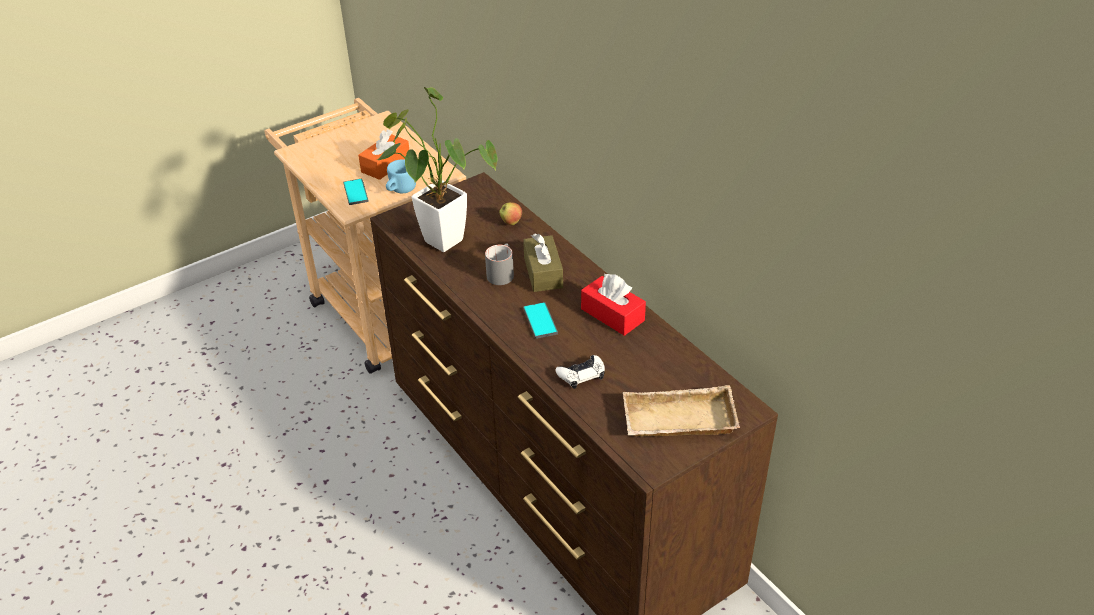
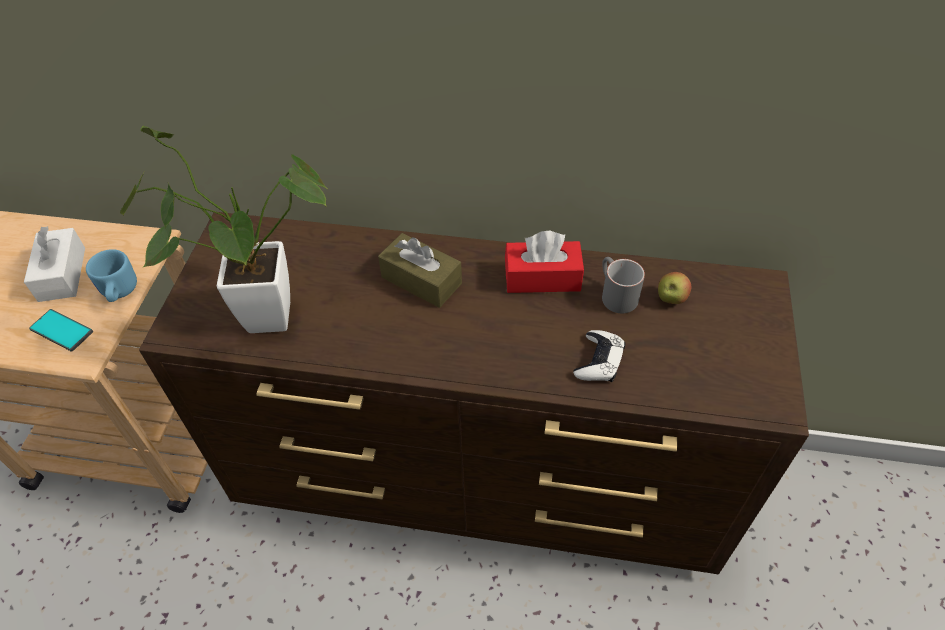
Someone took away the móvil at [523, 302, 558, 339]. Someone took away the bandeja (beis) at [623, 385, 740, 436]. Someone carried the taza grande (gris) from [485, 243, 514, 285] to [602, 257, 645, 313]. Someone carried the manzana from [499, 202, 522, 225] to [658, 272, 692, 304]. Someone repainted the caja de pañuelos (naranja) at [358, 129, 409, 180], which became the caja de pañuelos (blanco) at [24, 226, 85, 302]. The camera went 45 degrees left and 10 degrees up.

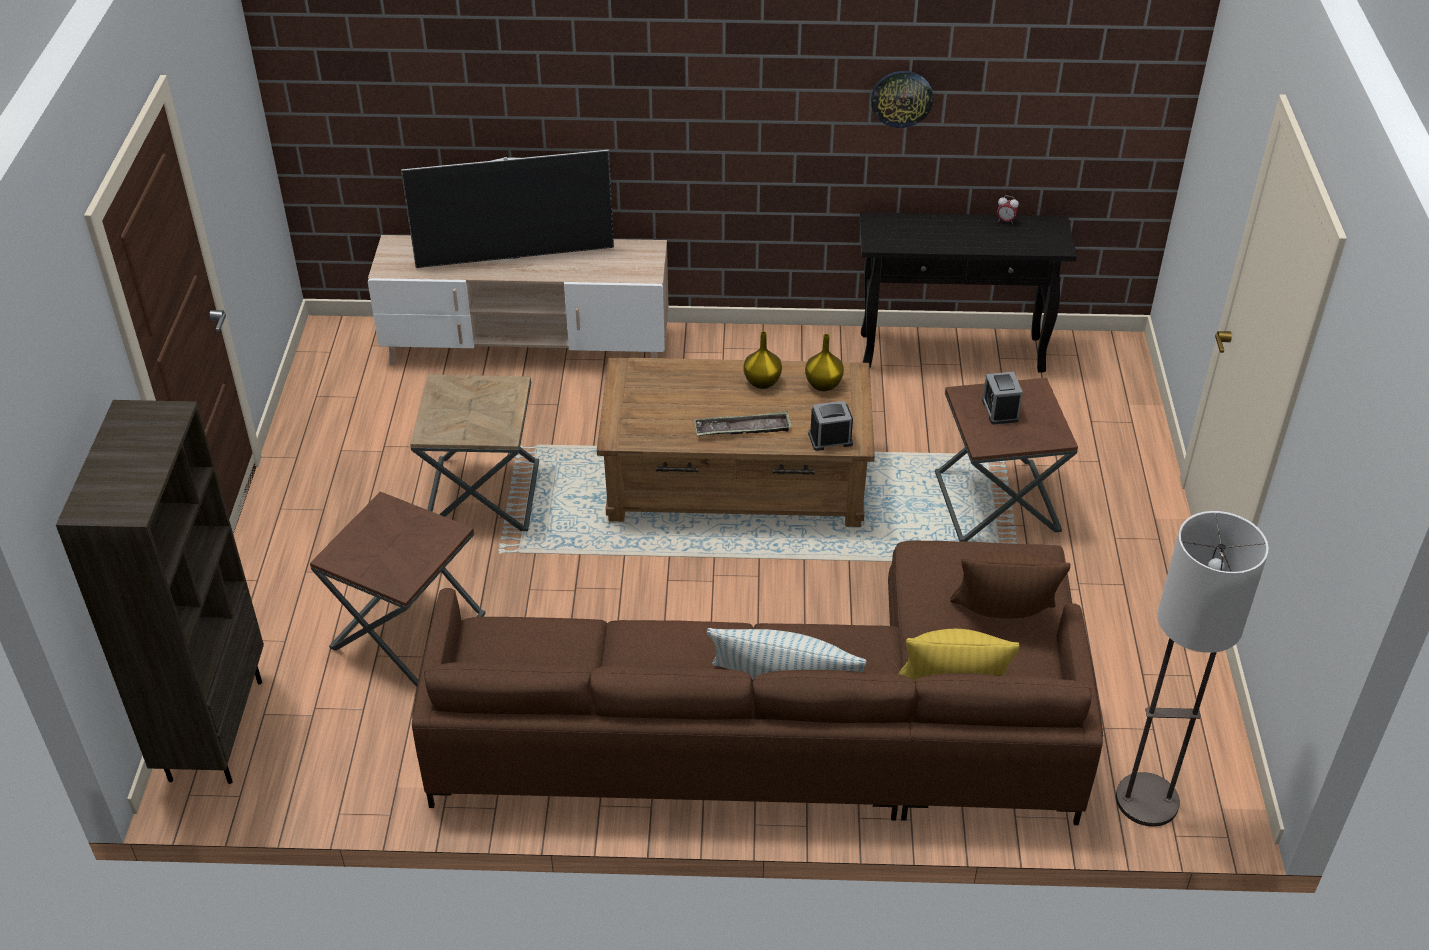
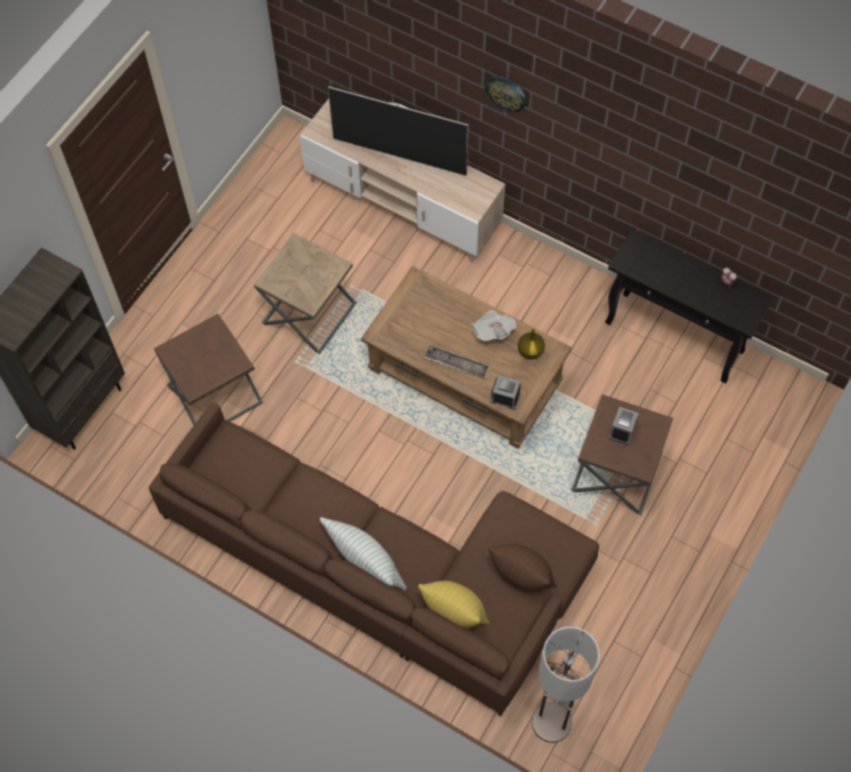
Someone carried the reloj de pared from [871, 71, 933, 128] to [485, 76, 526, 112]. Someone swapped the florero (amarillo) at [743, 331, 782, 389] for the periódico at [471, 310, 517, 341]. The camera went 30 degrees right and 20 degrees up.

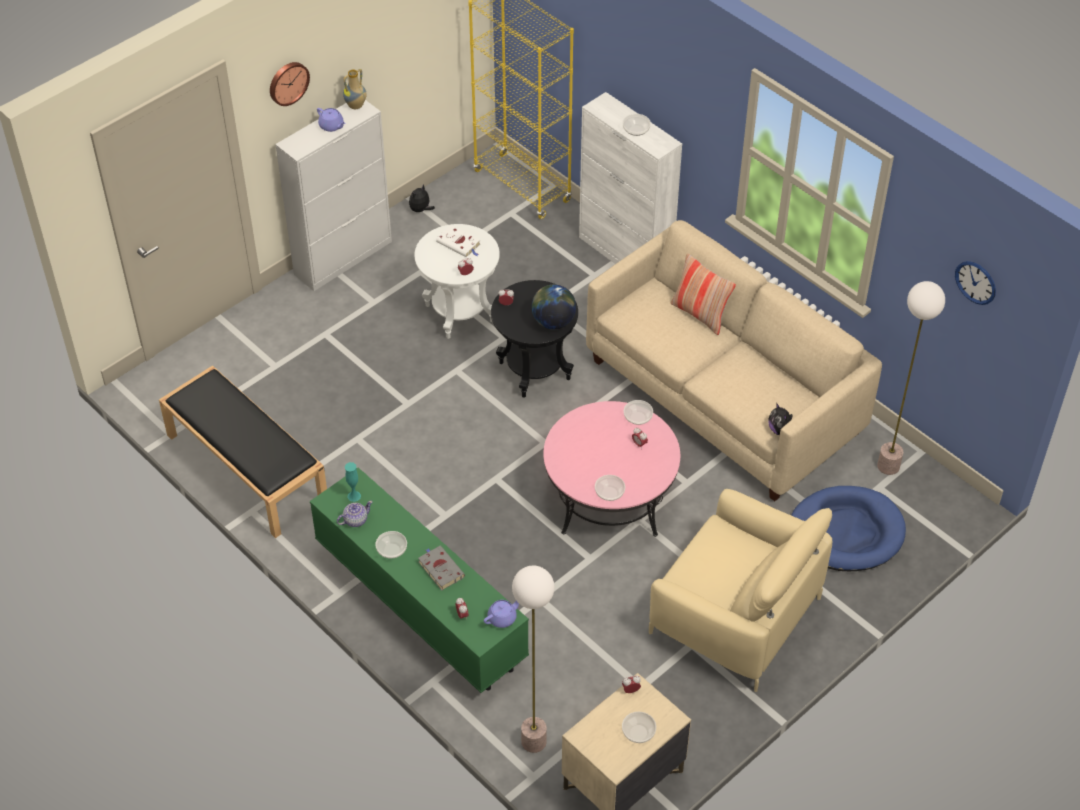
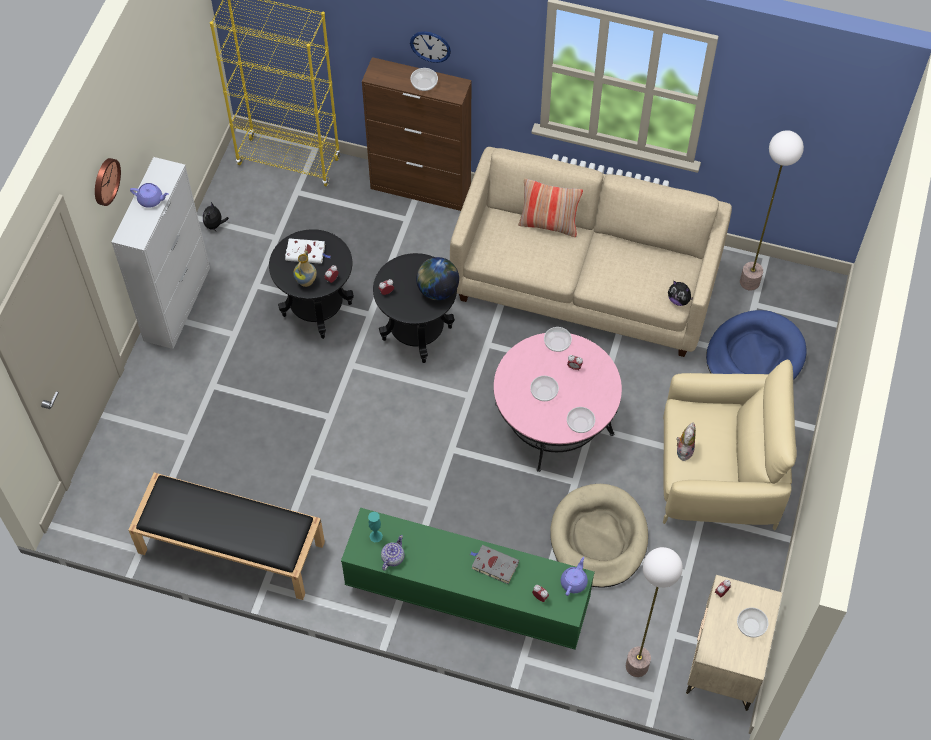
Someone put down the cama para perro (beis) at [550, 484, 648, 588]. Someone put down the peluche at [676, 422, 696, 461]. Someone carried the florero from [343, 69, 367, 109] to [293, 251, 317, 287]. Someone carried the cuenco from [375, 531, 407, 558] to [530, 376, 559, 401]. Someone carried the reloj de pared from [955, 261, 996, 305] to [410, 31, 451, 63]. Someone repainted the mesa auxiliar (blanco) at [414, 224, 500, 339], which became the mesa auxiliar (negro) at [269, 229, 354, 339]. Someone repainted the armario (blanco) at [579, 92, 682, 264], which became the armario (marrón) at [362, 57, 472, 211]. The camera went 30 degrees left and 10 degrees up.

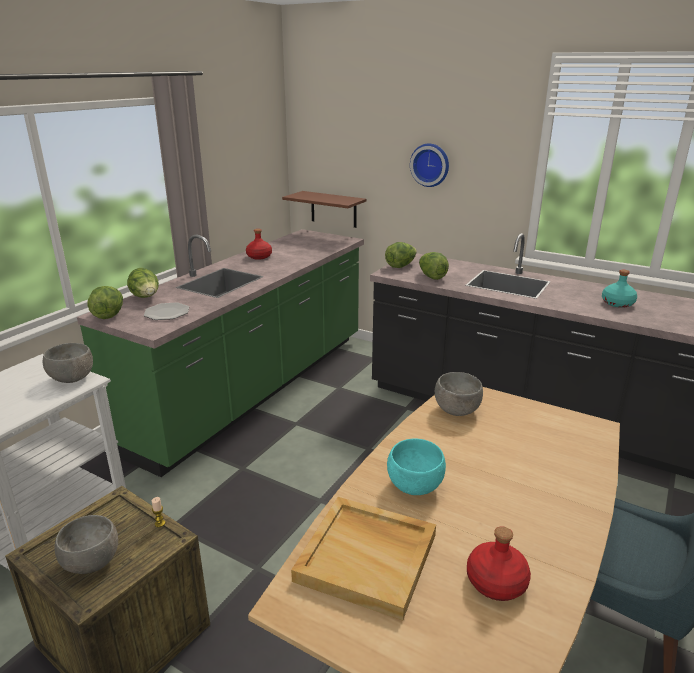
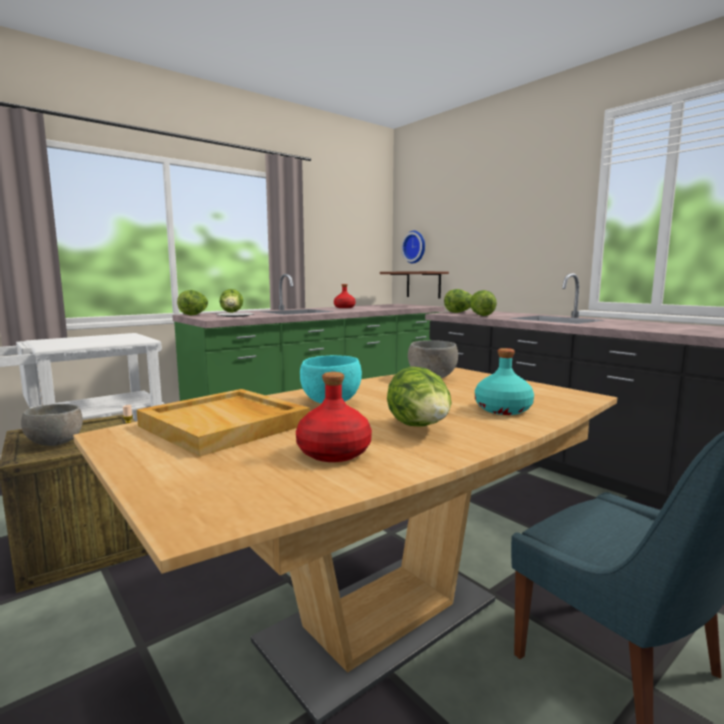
Someone took away the cuenco (gris) at [43, 343, 93, 383]. Someone put down the lechuga at [387, 367, 451, 427]. Someone carried the reloj de pared from [410, 143, 449, 187] to [401, 231, 425, 263]. Someone carried the botella (turquesa) from [602, 269, 637, 308] to [475, 348, 534, 415]. The camera went 20 degrees right and 15 degrees down.

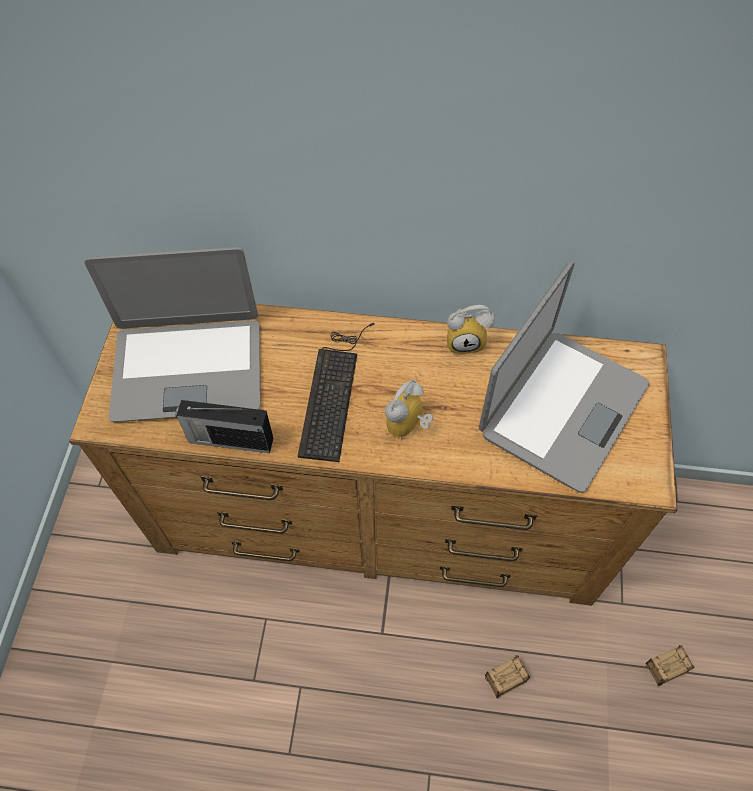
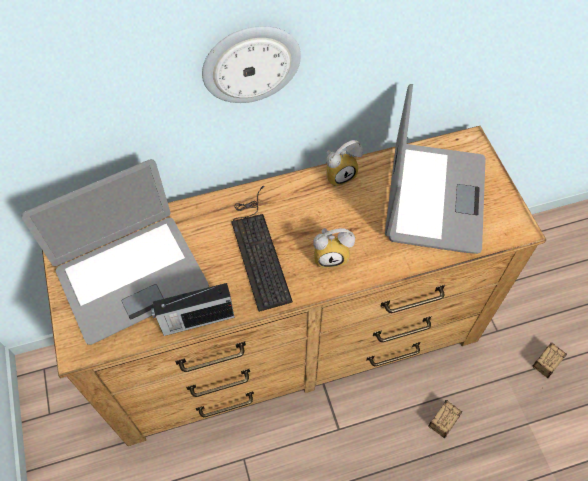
Someone put up the reloj de pared at [202, 26, 301, 103]. Someone rotated the despertador at [385, 380, 434, 441] by 105 degrees counterclockwise. The camera went 25 degrees left and 0 degrees up.

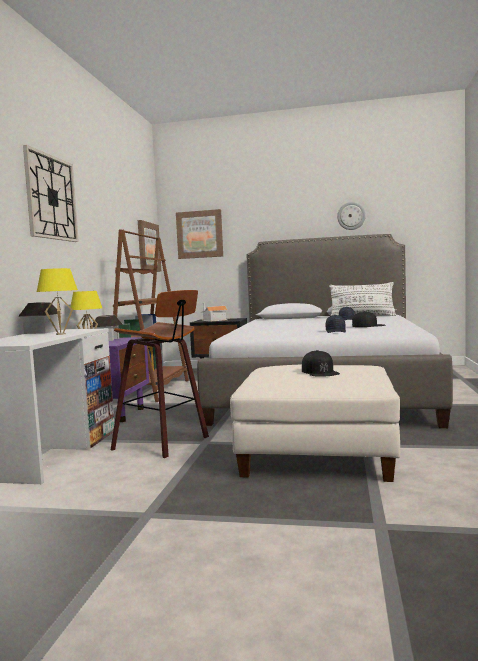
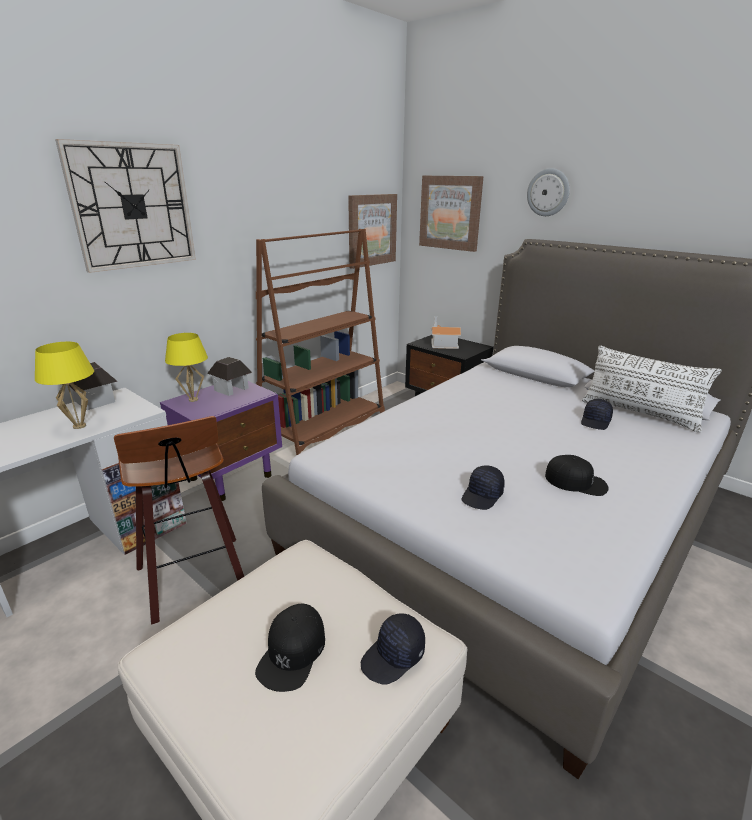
Someone put down the gorra (negro) at [361, 613, 425, 685]. Someone carried the reloj de pared from [337, 202, 366, 230] to [527, 168, 570, 216]. The camera went 30 degrees right and 20 degrees up.

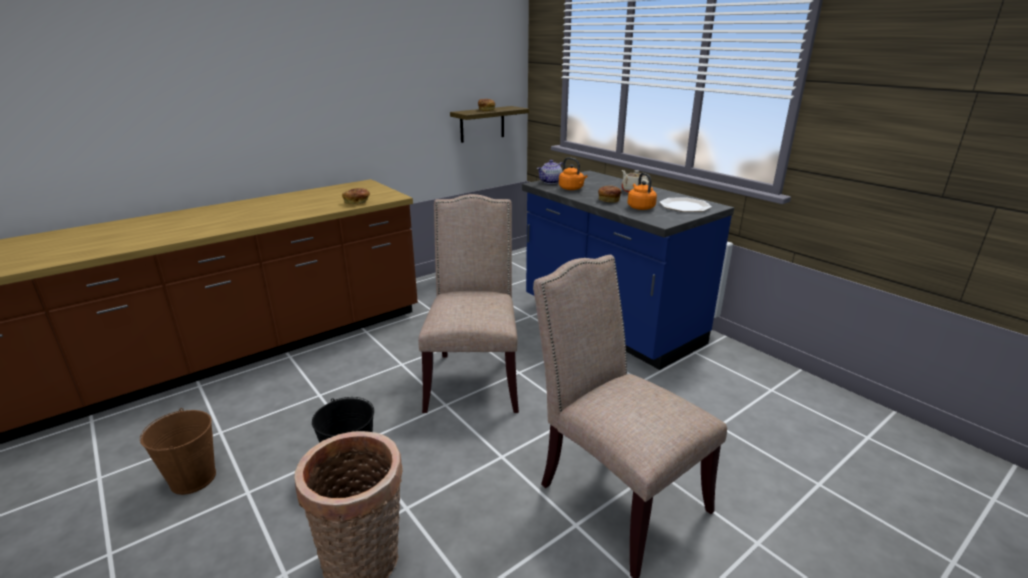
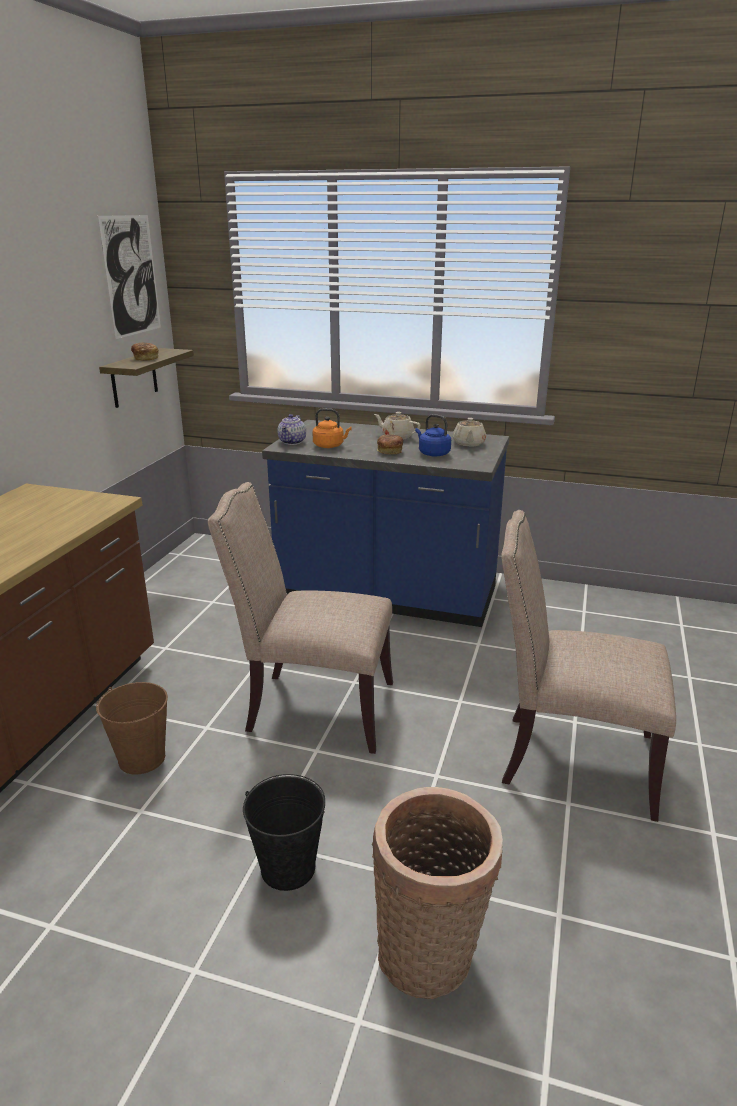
Someone took away the pan at [342, 188, 370, 205]. Someone put up the cuadro at [98, 215, 161, 339]. Someone carried the cubo (marrón) from [140, 408, 216, 495] to [96, 682, 168, 775]. Someone swapped the plato at [659, 197, 712, 212] for the tetera (beis) at [453, 418, 486, 447]. Someone repainted the hervidor (naranja) at [628, 173, 657, 210], which became the hervidor (azul) at [415, 414, 451, 457]. Someone rotated the silla (beis) at [418, 194, 519, 413] by 45 degrees counterclockwise. The camera went 35 degrees left and 0 degrees up.

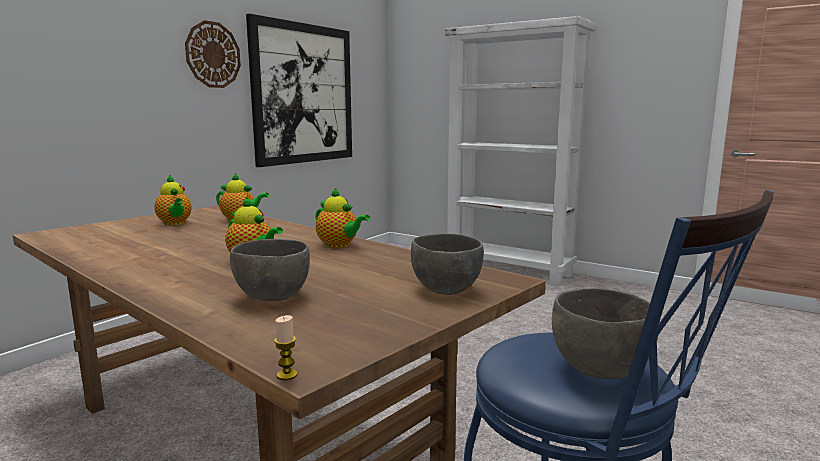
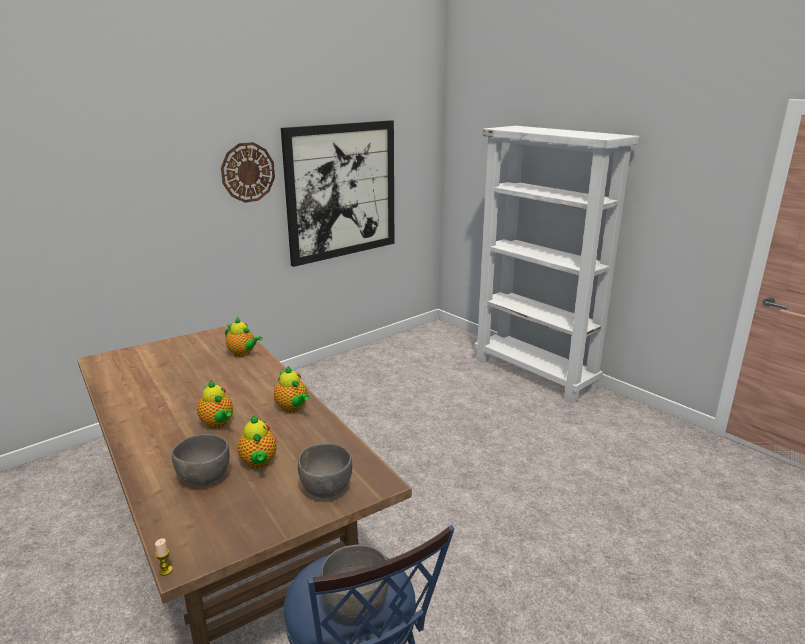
Someone carried the tetera from [154, 175, 192, 225] to [237, 415, 277, 469]. The camera went 15 degrees right and 10 degrees up.

